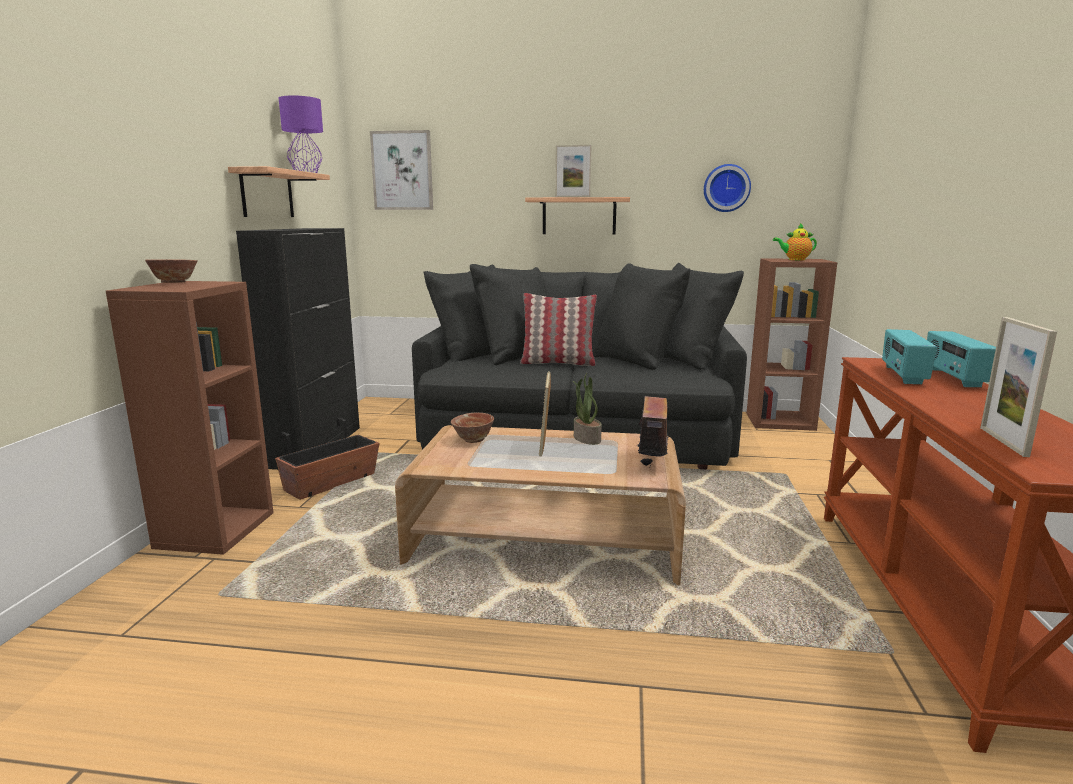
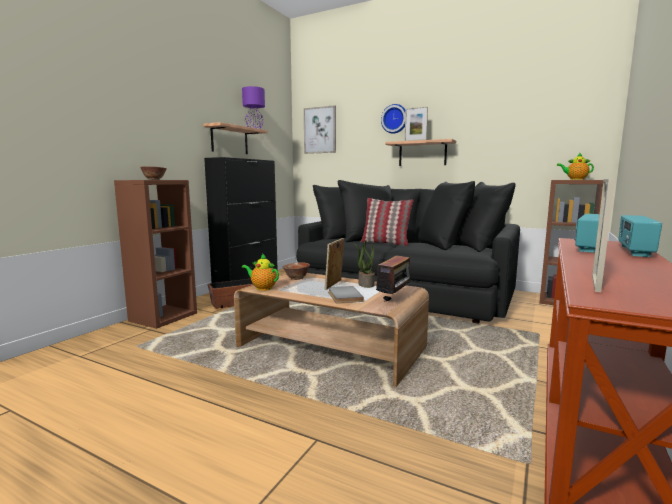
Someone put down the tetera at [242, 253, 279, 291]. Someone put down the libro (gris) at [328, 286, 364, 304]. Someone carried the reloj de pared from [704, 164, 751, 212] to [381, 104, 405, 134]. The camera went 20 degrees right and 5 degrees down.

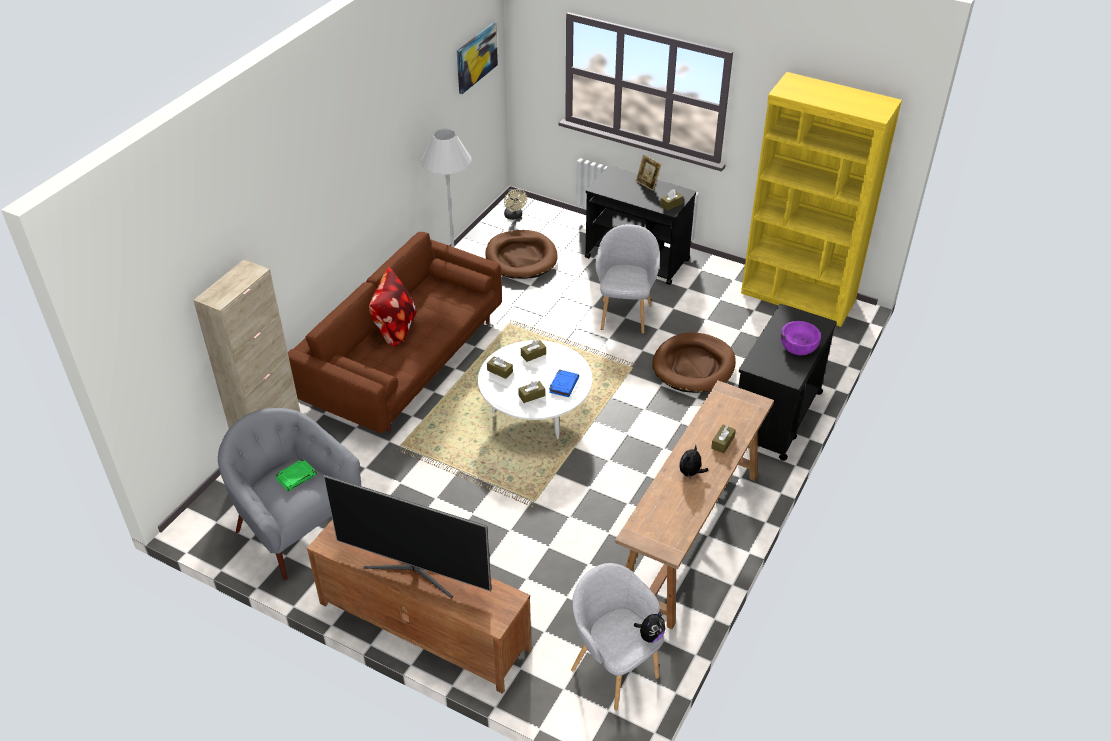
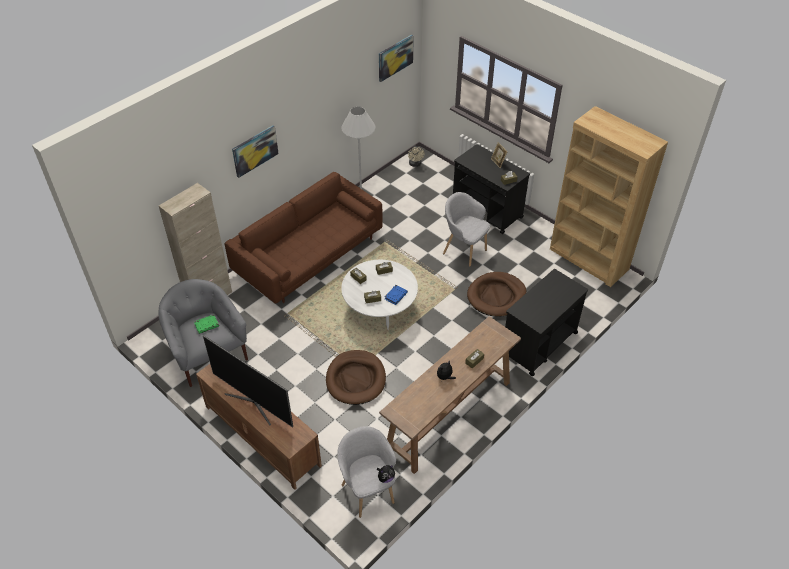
Someone took away the cojín at [369, 267, 417, 347]. Someone took away the cuenco (morado) at [781, 321, 821, 355]. Someone put up the cuadro at [232, 125, 279, 178]. Someone carried the cama para perro (marrón) from [485, 230, 558, 279] to [326, 350, 386, 405]. Someone repainted the estantería (amarillo) at [741, 72, 902, 327], which became the estantería (marrón) at [550, 106, 668, 287]. Someone rotated the sillón (gris) at [596, 224, 660, 334] by 75 degrees counterclockwise. The camera went 15 degrees right and 5 degrees up.

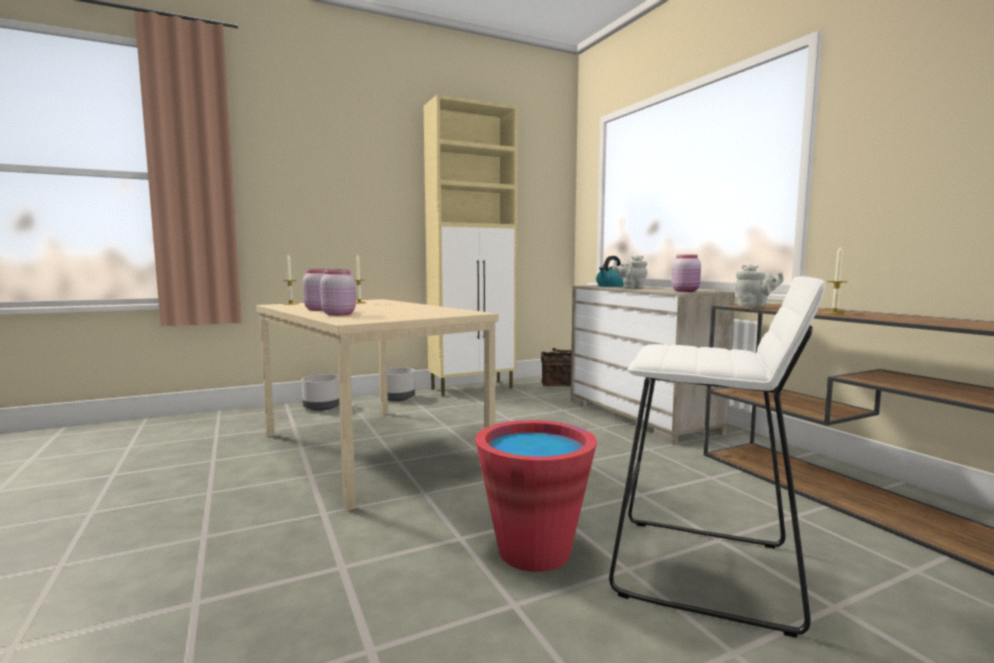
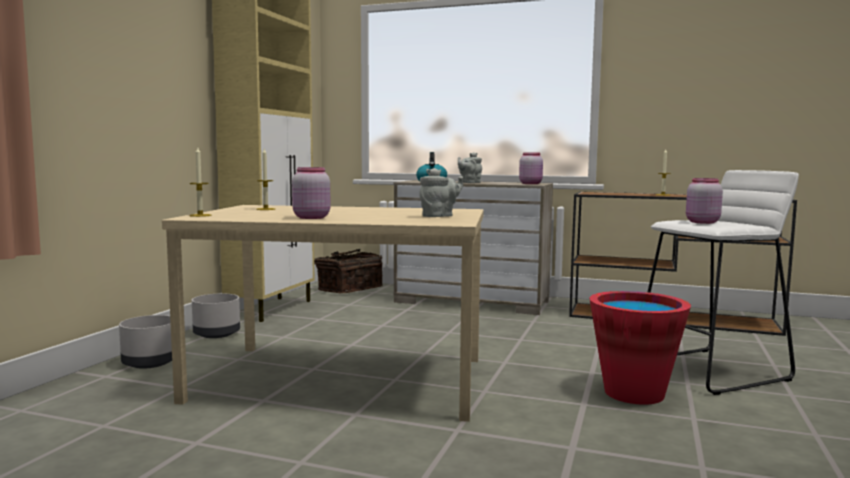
Someone carried the tarro (rosa) from [320, 270, 356, 316] to [686, 178, 723, 224]. Someone carried the tetera (gris) from [734, 264, 784, 307] to [419, 168, 463, 217]. The camera went 45 degrees left and 0 degrees up.

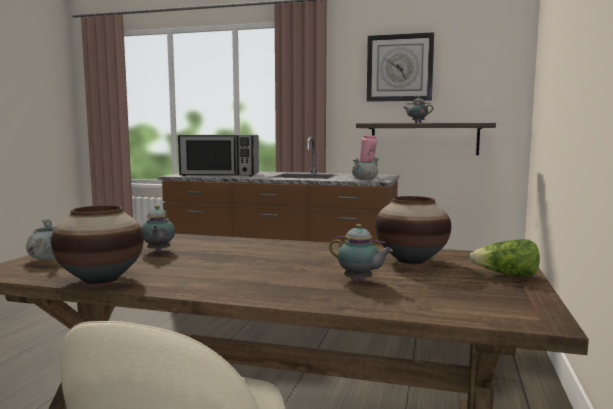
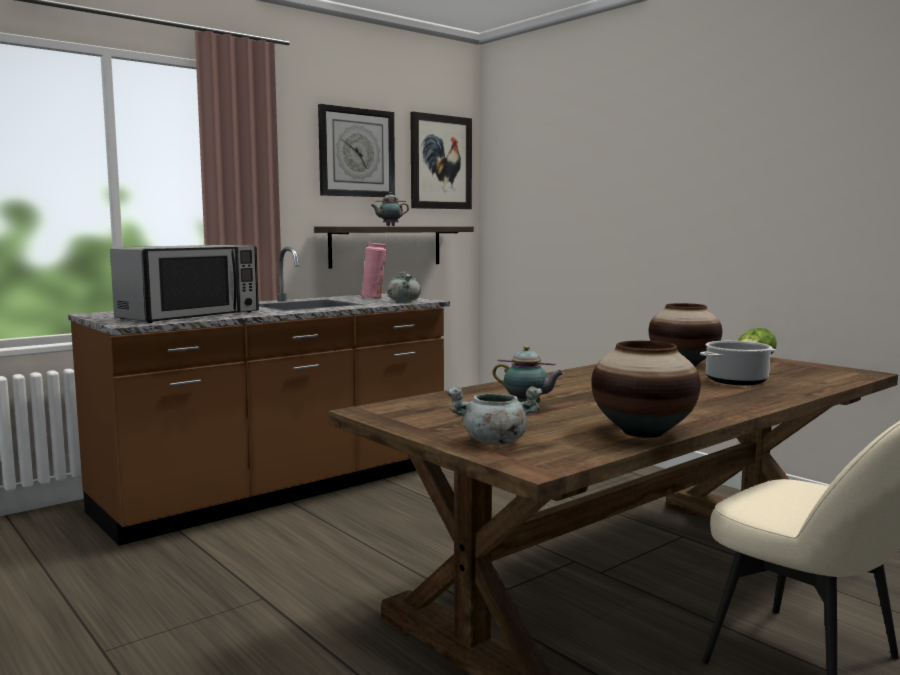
Someone put up the cuadro at [410, 112, 472, 209]. Someone swapped the tetera at [329, 224, 393, 282] for the olla at [700, 341, 775, 385]. The camera went 55 degrees left and 0 degrees up.

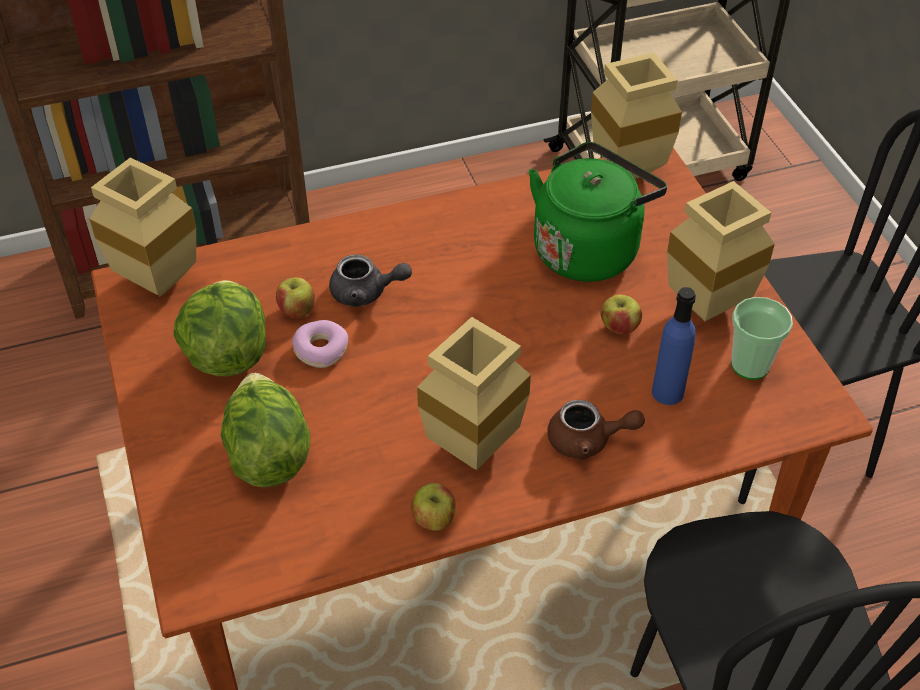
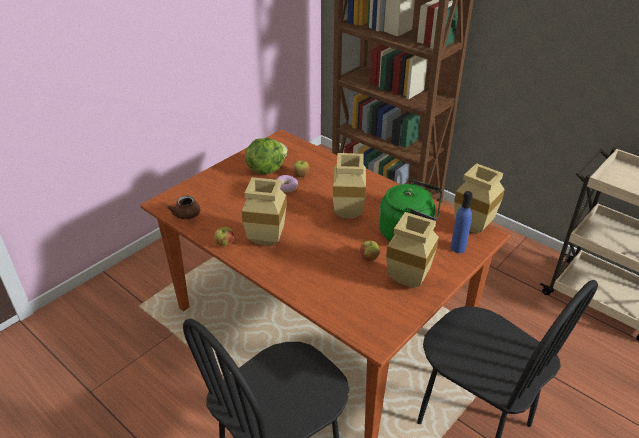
Someone took away the lechuga at [221, 373, 311, 487]. Someone took away the tetera (gris) at [329, 254, 412, 307]. Someone took away the taza at [731, 297, 793, 380]. Someone carried the florero (beis) from [89, 157, 196, 297] to [333, 153, 366, 218]. Someone carried the tetera (marrón) from [548, 400, 645, 460] to [167, 196, 200, 219]. Someone carried the botella (azul) from [652, 287, 696, 405] to [451, 191, 473, 253]. The camera went 60 degrees right and 10 degrees down.

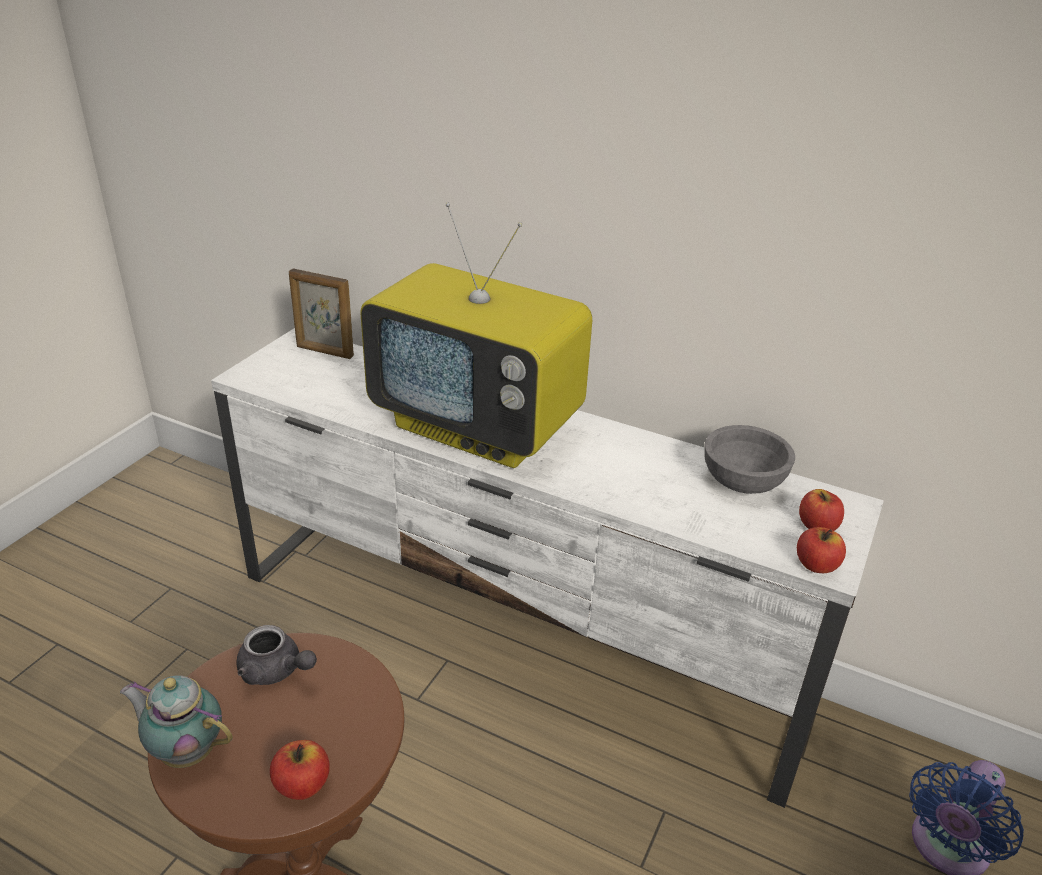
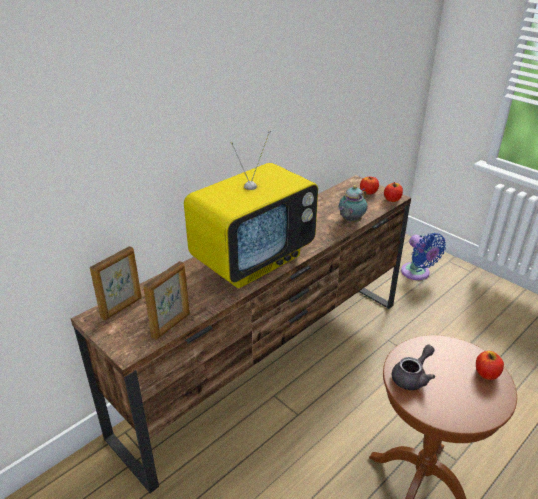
Someone took away the cuenco (gris) at [704, 425, 795, 494]. Someone put down the portarretratos at [143, 261, 190, 340]. Someone carried the tetera from [120, 675, 233, 768] to [338, 185, 367, 222]. Someone repainted the mueble de televisión (blanco) at [211, 328, 884, 808], which became the mueble de televisión (marrón) at [71, 175, 411, 493]. The camera went 70 degrees left and 0 degrees up.

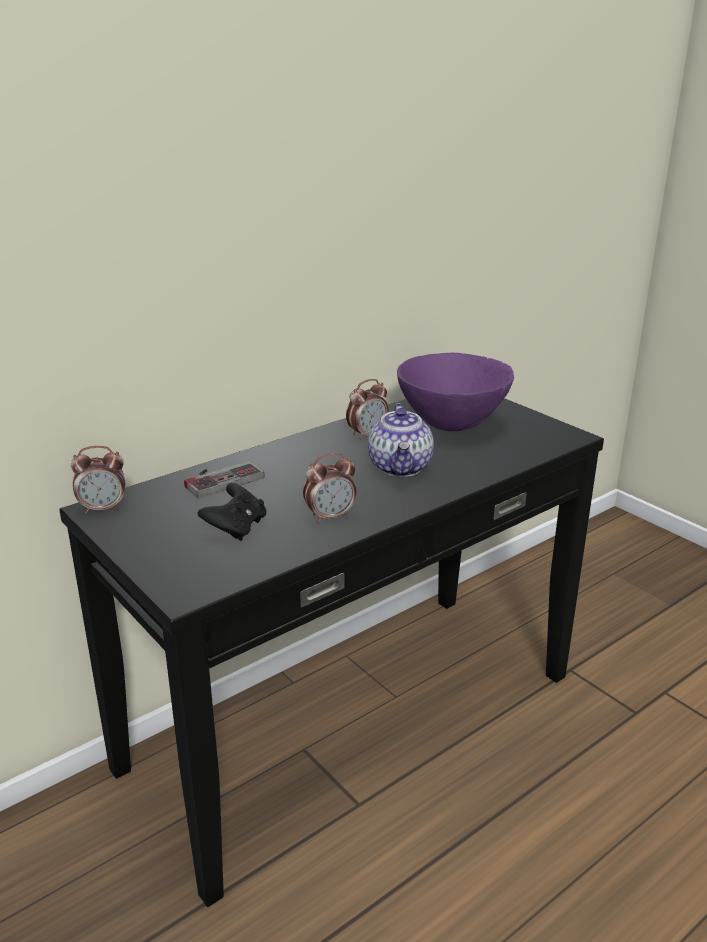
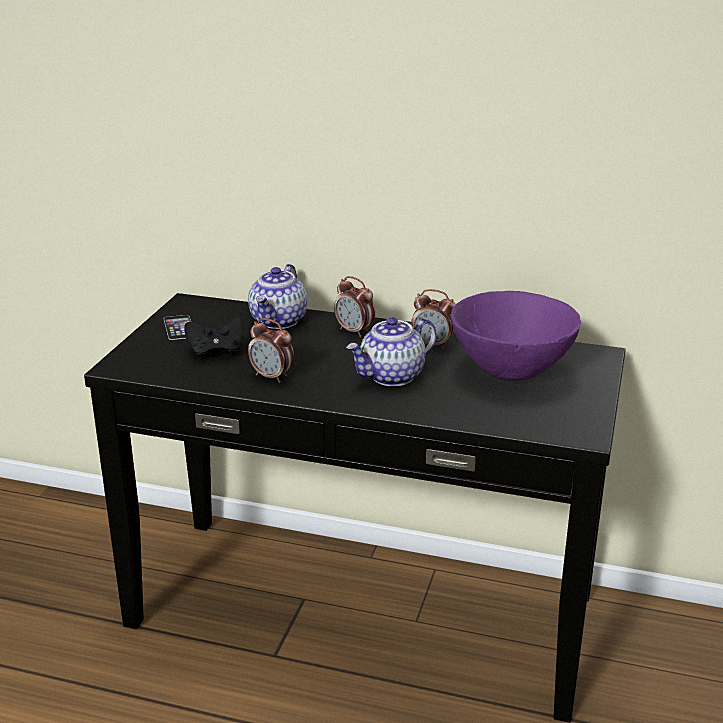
Someone put down the móvil at [164, 315, 191, 340]. Someone carried the despertador from [71, 446, 126, 514] to [334, 276, 375, 337]. Someone swapped the mando de consola at [184, 461, 264, 498] for the tetera at [248, 264, 307, 329]. The camera went 55 degrees right and 0 degrees up.

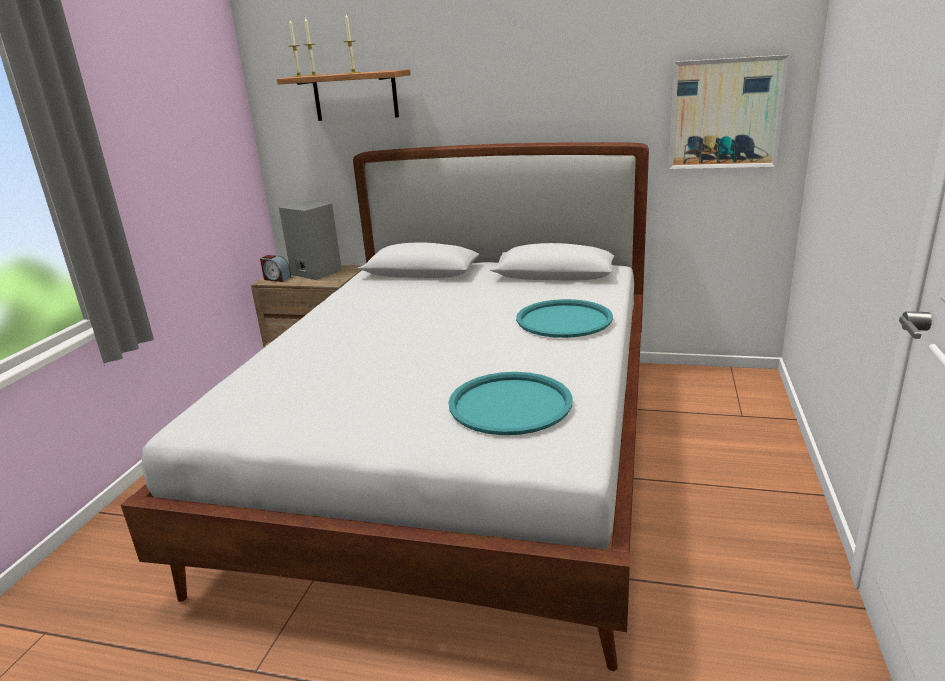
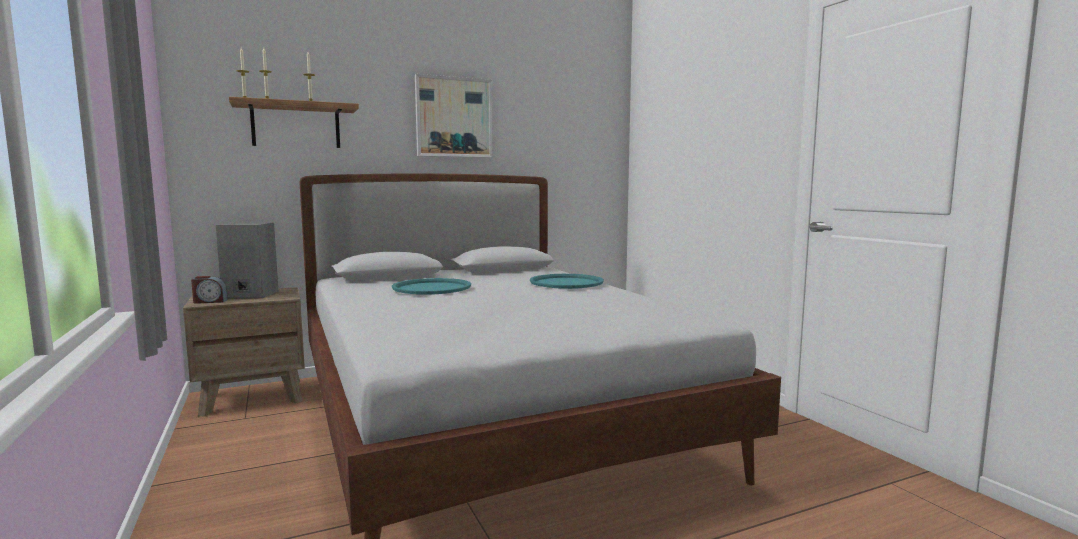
Someone carried the bandeja (turquesa) from [448, 372, 572, 435] to [392, 278, 471, 295]. Someone carried the cuadro from [669, 55, 789, 169] to [415, 74, 493, 158]. The camera went 40 degrees left and 15 degrees down.

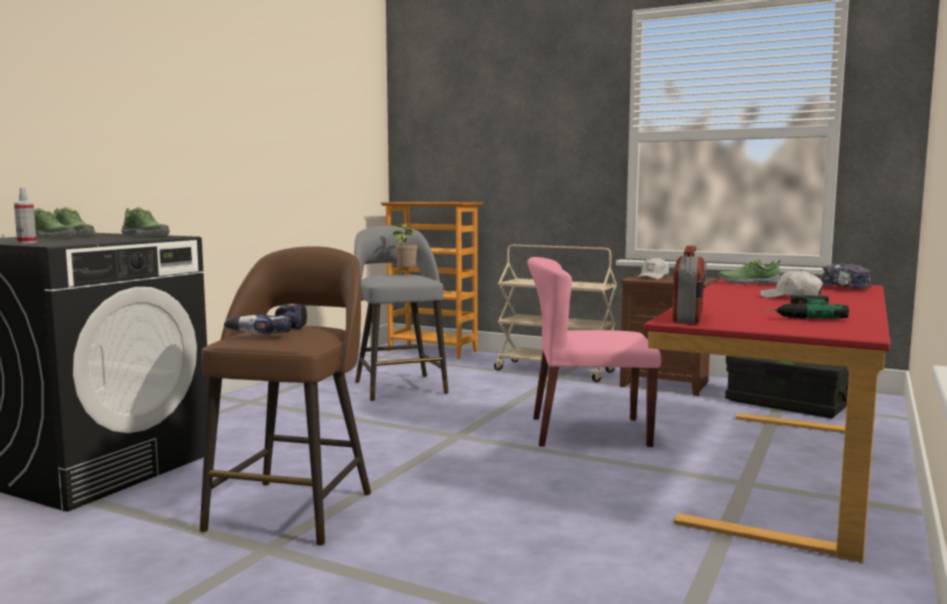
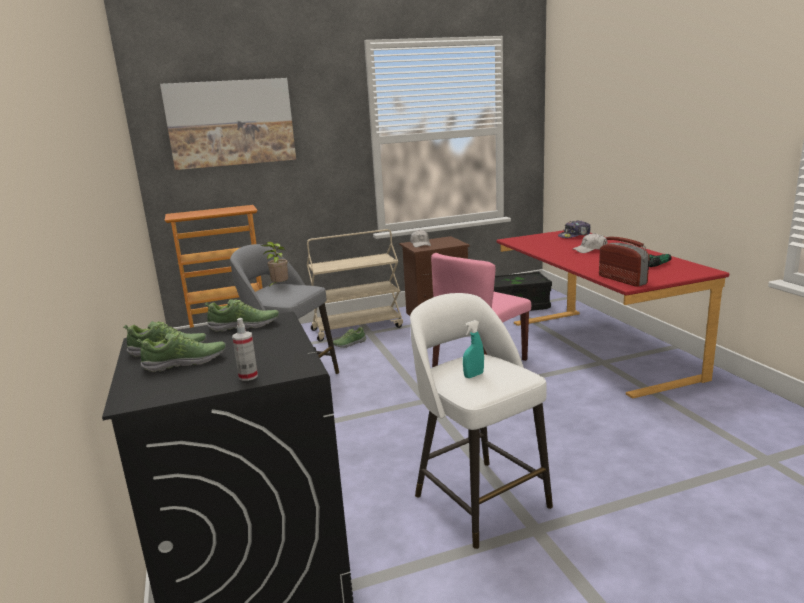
Someone put up the cuadro at [160, 78, 296, 170]. Someone carried the zapato from [719, 259, 782, 285] to [333, 326, 366, 348]. Someone swapped the taladro at [224, 304, 307, 333] for the pulverizador (turquesa) at [463, 320, 484, 378]. Someone repainted the taburete (marrón) at [200, 246, 371, 546], which became the taburete (blanco) at [410, 293, 553, 549]. The camera went 45 degrees left and 10 degrees up.

